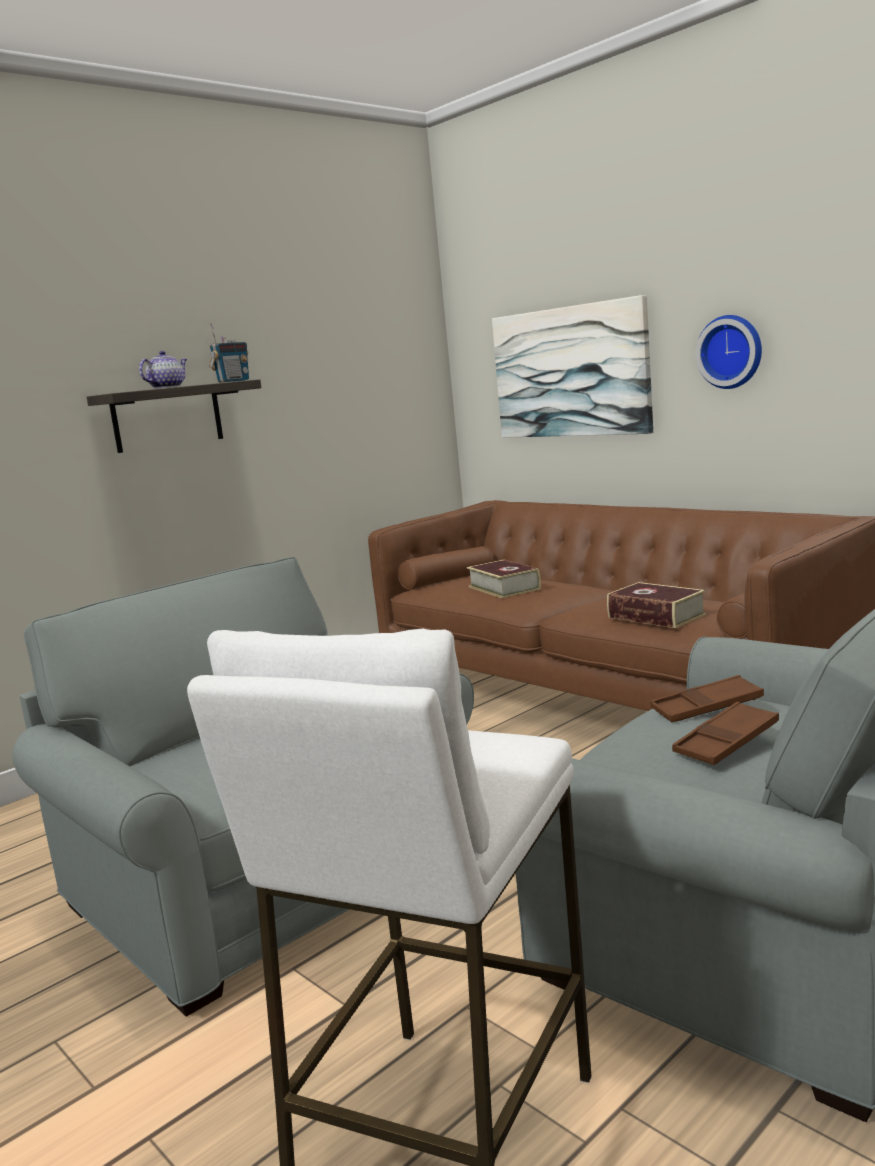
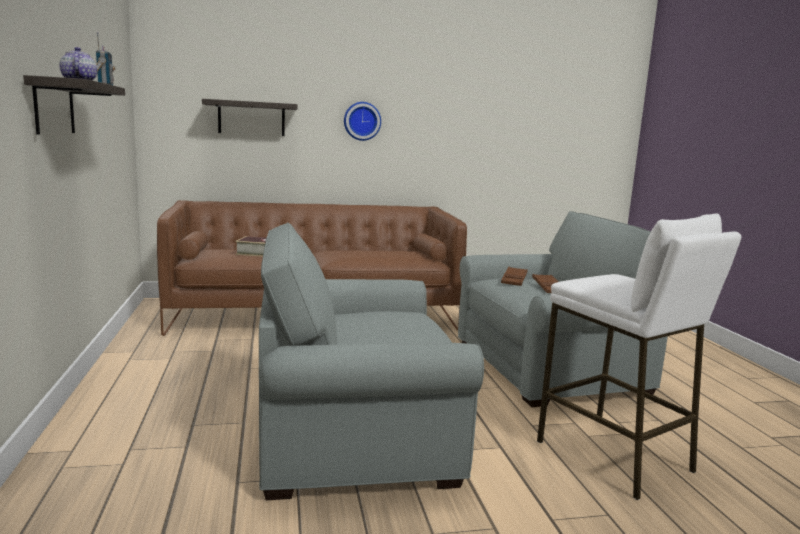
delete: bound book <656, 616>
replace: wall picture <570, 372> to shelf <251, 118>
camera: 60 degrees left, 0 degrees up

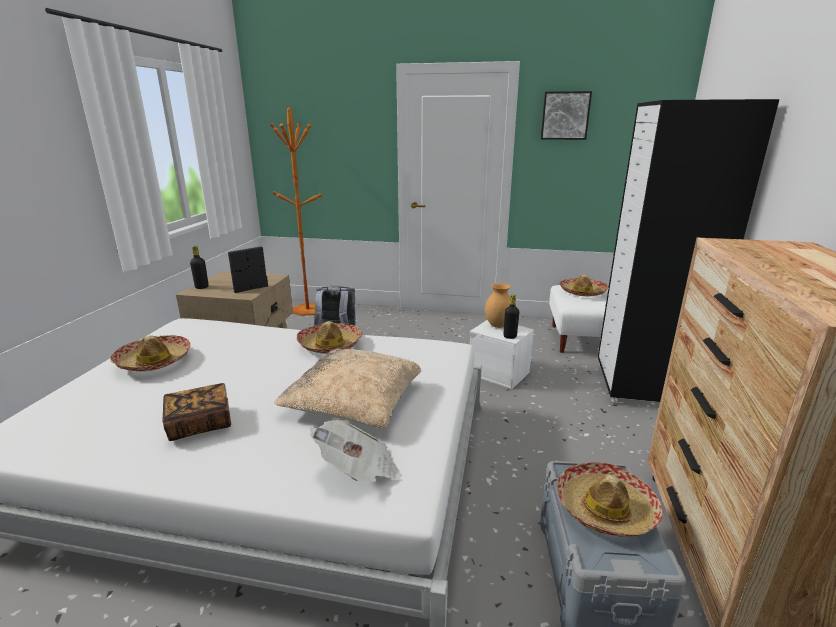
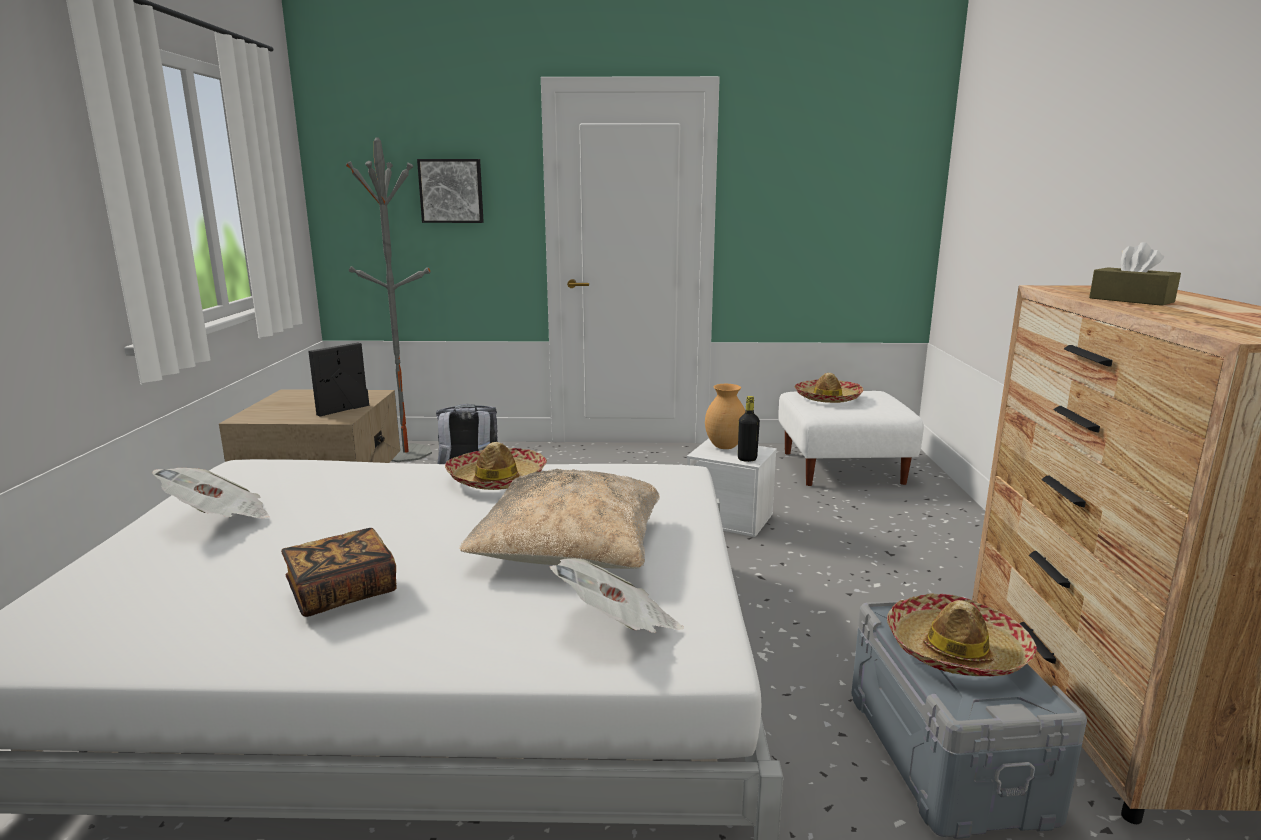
delete: black beverage bottle <202, 287>; armoire <643, 386>
insert: brown tissue holder <1131, 300>
move: wall picture <565, 115> to <451, 191>
replace: wearable hat <153, 361> to daily paper <219, 517>
recolor: orange garment stand <307, 309> to greyish garment stand <406, 453>
camera: 10 degrees left, 5 degrees down

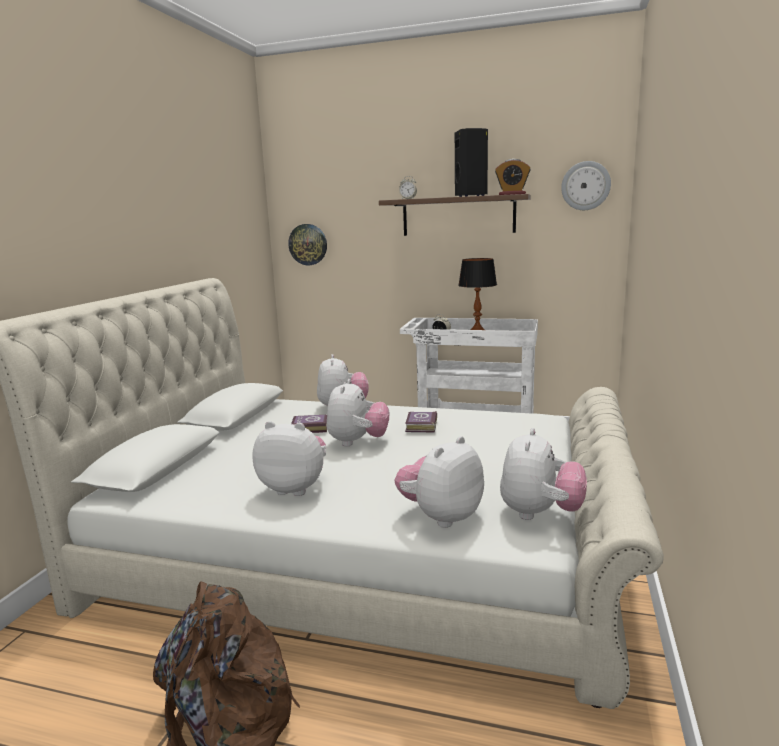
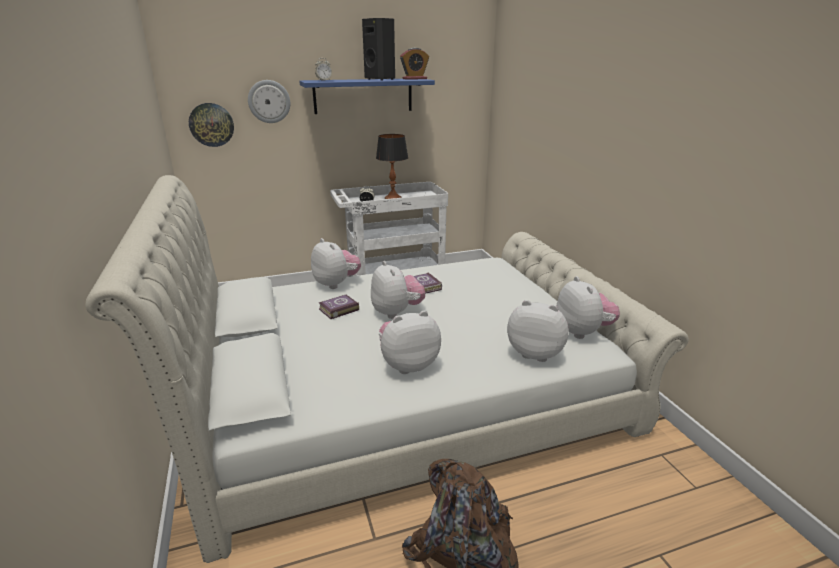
move: clock on the wall <585, 186> to <269, 101>
recolor: brown shelf <458, 216> to blue shelf <363, 96>
rotate: plush toy <441, 516> = <535, 353> 105 degrees clockwise
camera: 35 degrees left, 10 degrees up

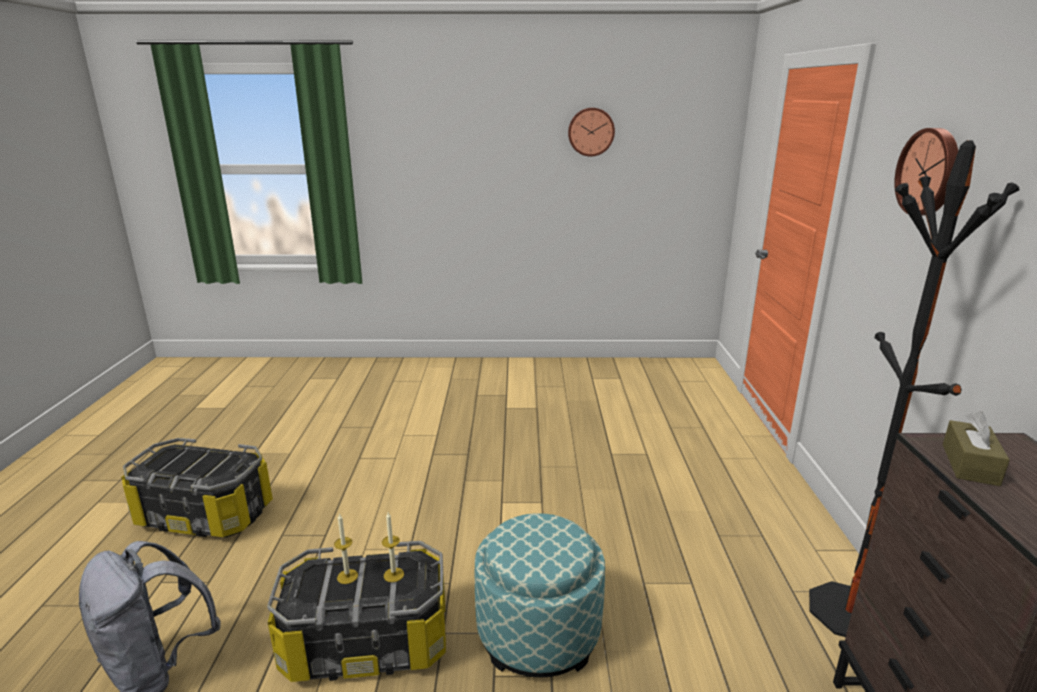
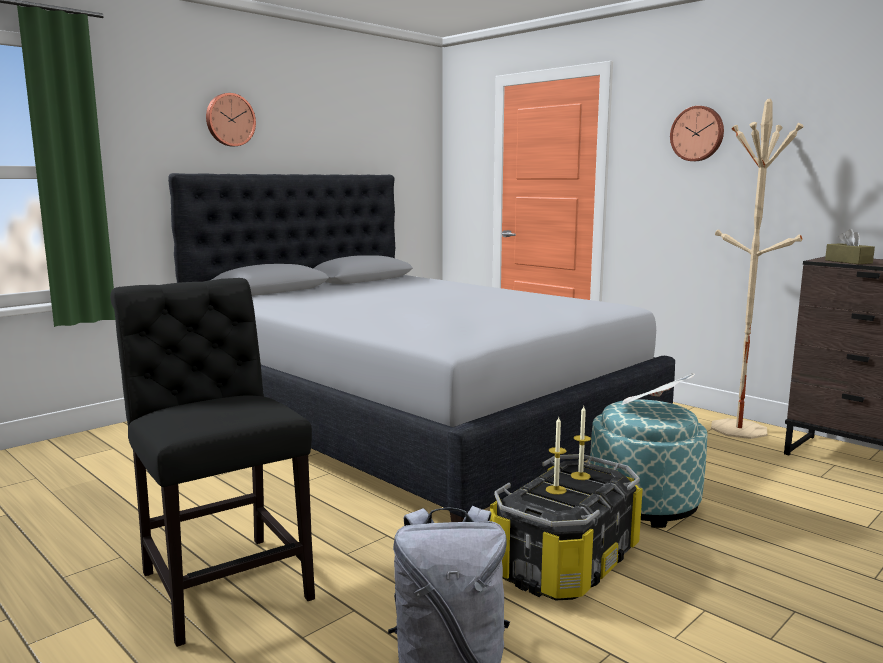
insert: greyish bed <412, 422>; daily paper <653, 409>
move: clock on the wall <591, 132> to <229, 120>
replace: storage container <206, 514> to black upright chair <222, 581>
recolor: black garment stand <849, 612> to beige-coloured garment stand <739, 429>
camera: 45 degrees left, 10 degrees down

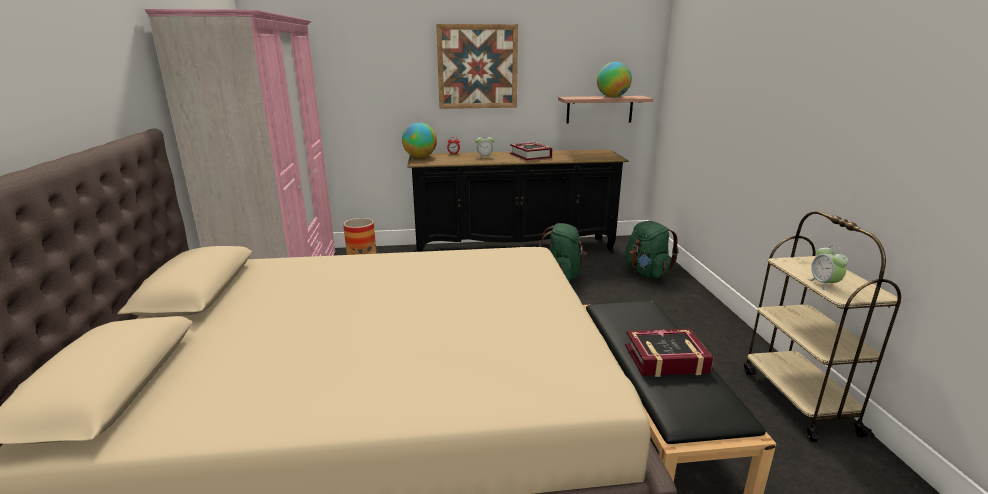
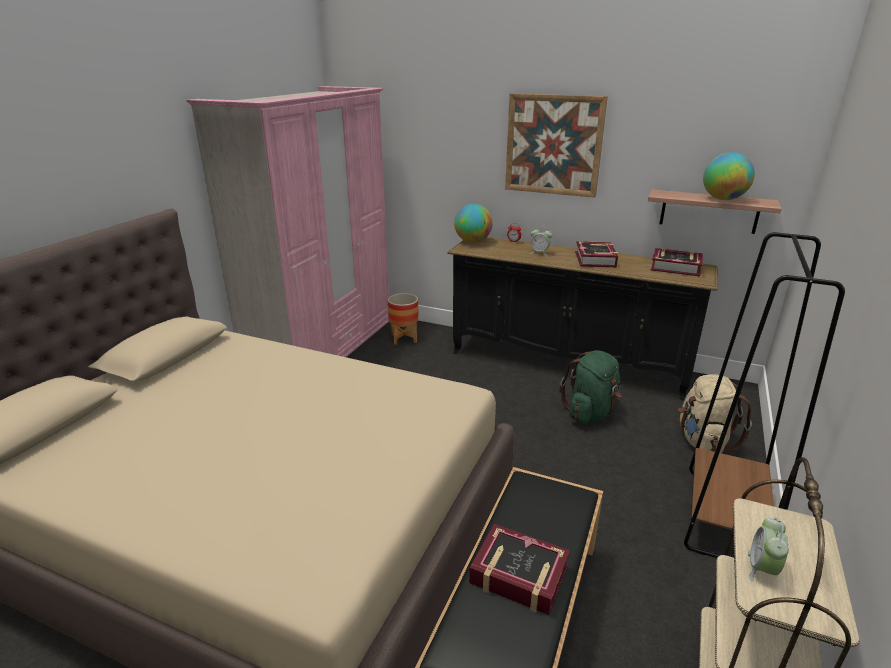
insert: bound book <675, 267>; garment stand <724, 518>
recolor: green knapsack <646, 273> to beige-coloured knapsack <703, 441>
camera: 30 degrees right, 5 degrees up

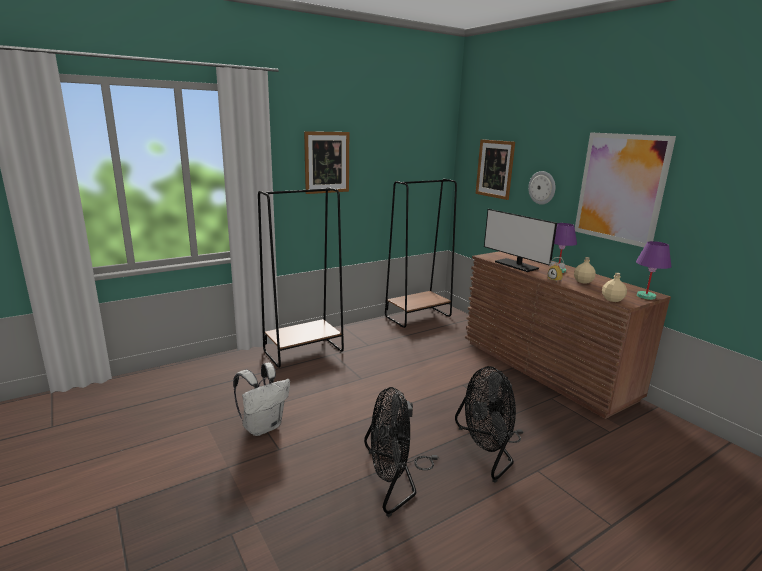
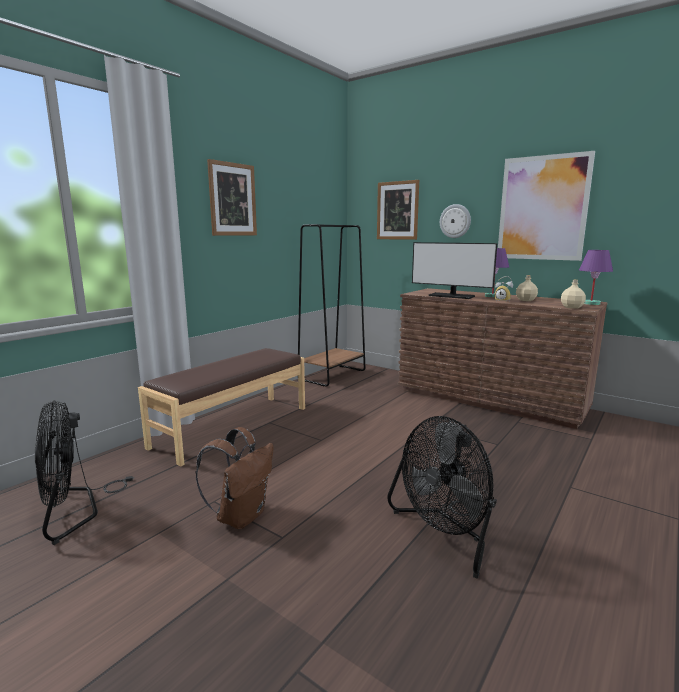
move: black electric fan <490, 449> to <76, 506>
replace: garment stand <303, 352> to brown indoor bench <232, 426>
recolor: white knapsack <263, 426> to brown knapsack <241, 516>
camera: 20 degrees left, 5 degrees down

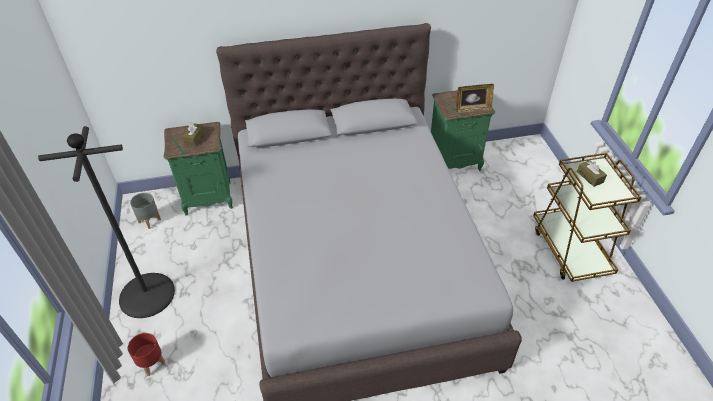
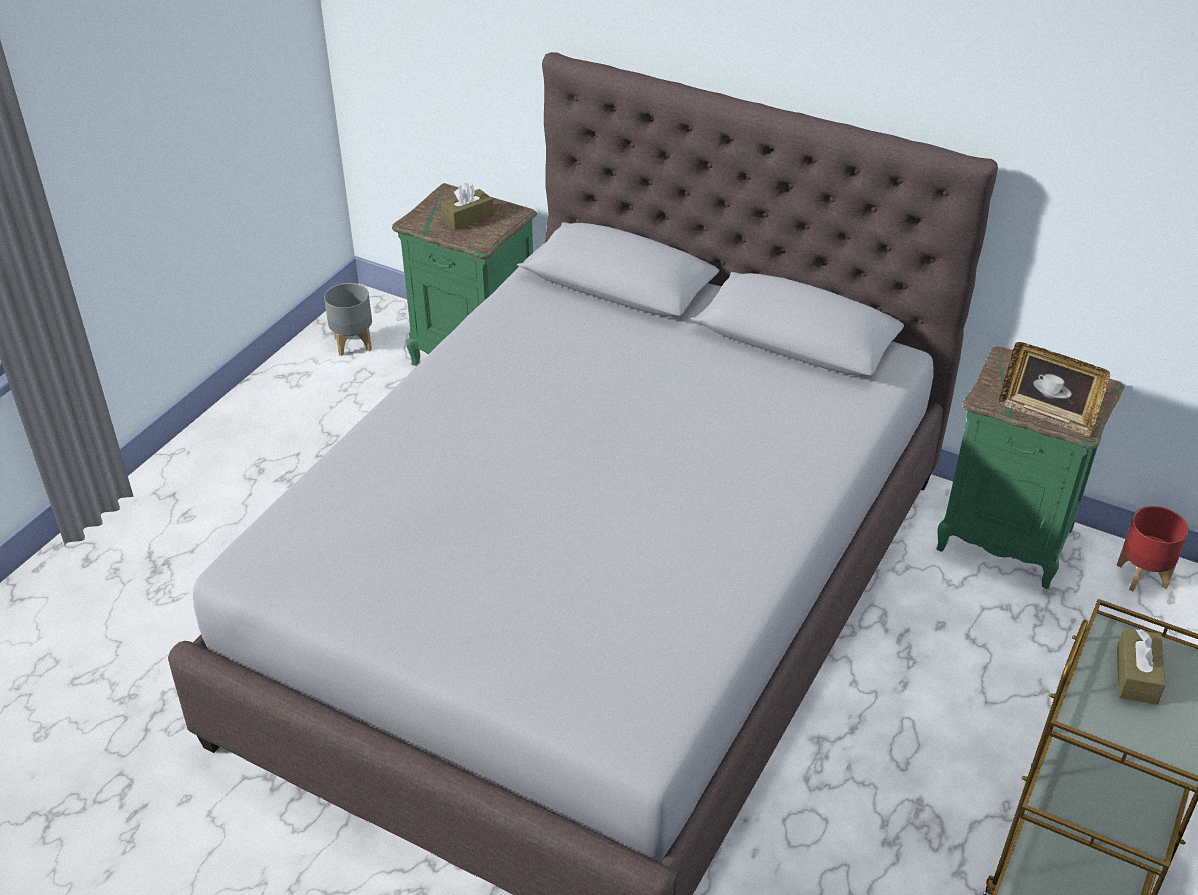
delete: black garment stand <147, 295>
move: red-coloured planter <152, 363> to <1142, 576>
camera: 40 degrees right, 5 degrees down

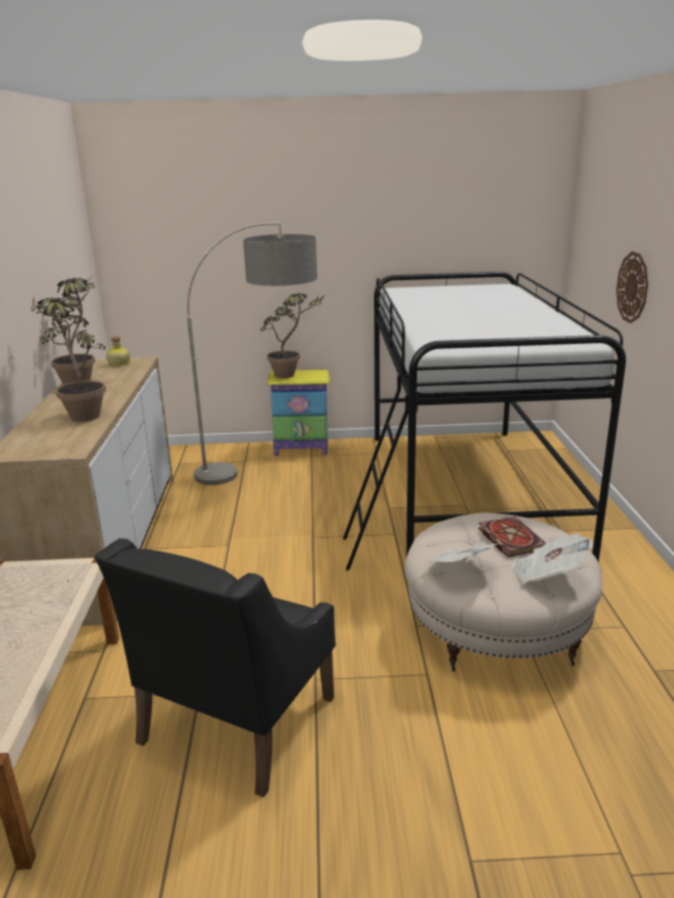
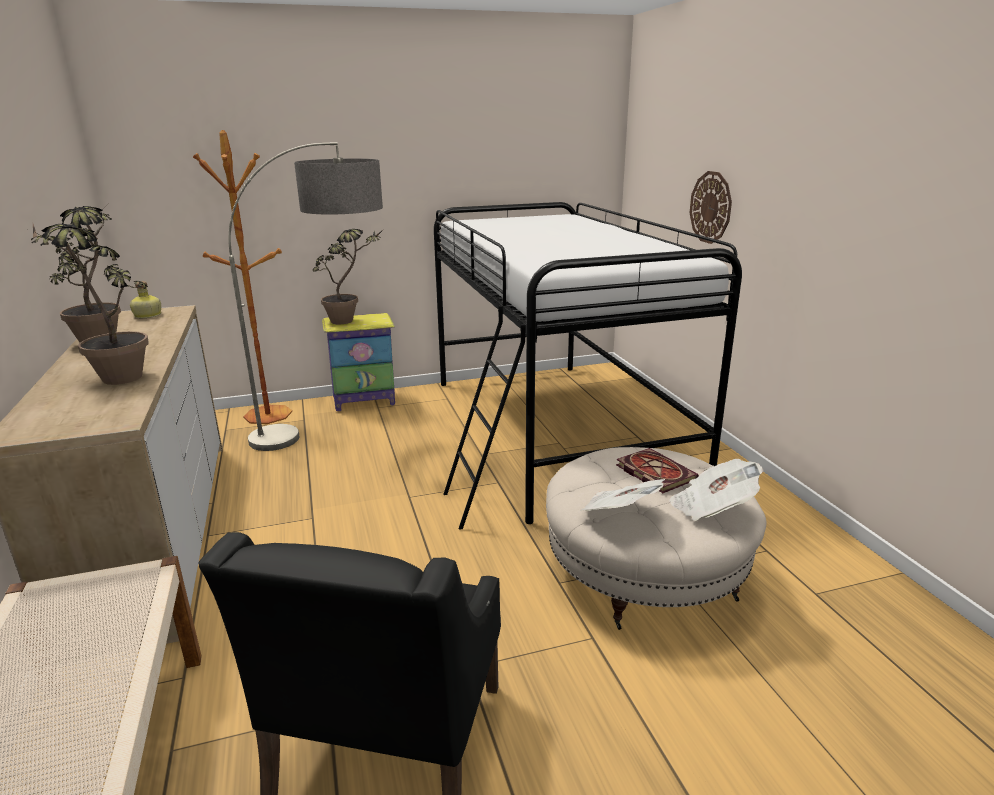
insert: orange garment stand <268, 414>
camera: 15 degrees left, 0 degrees up

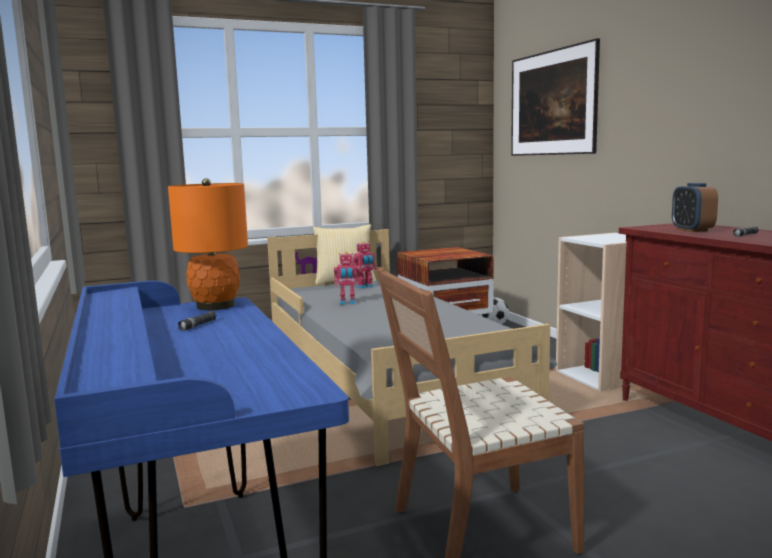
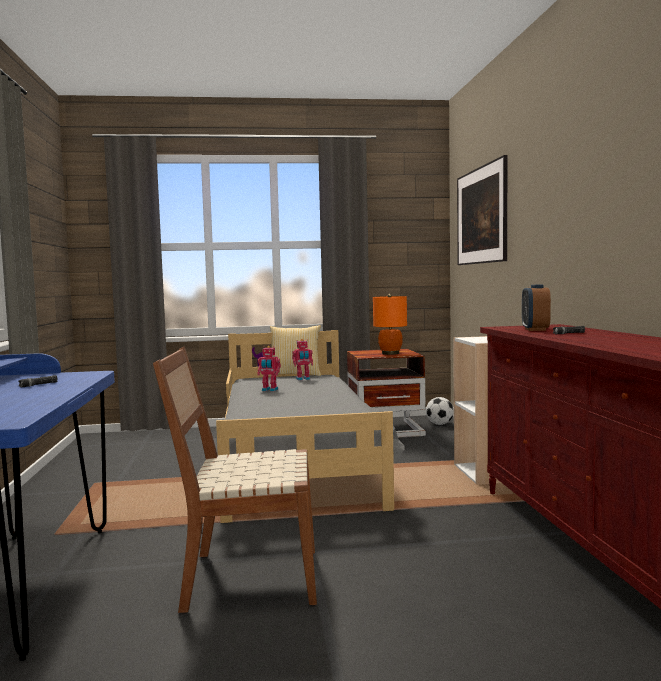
move: orange lamp for a table <215, 306> to <390, 353>
camera: 15 degrees right, 5 degrees down

